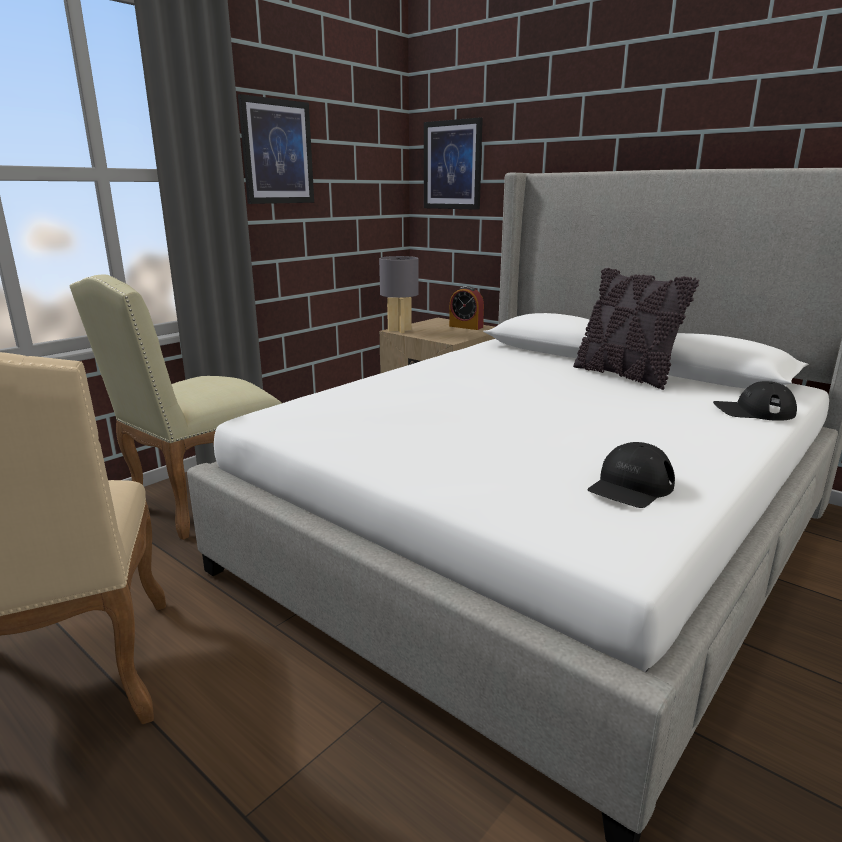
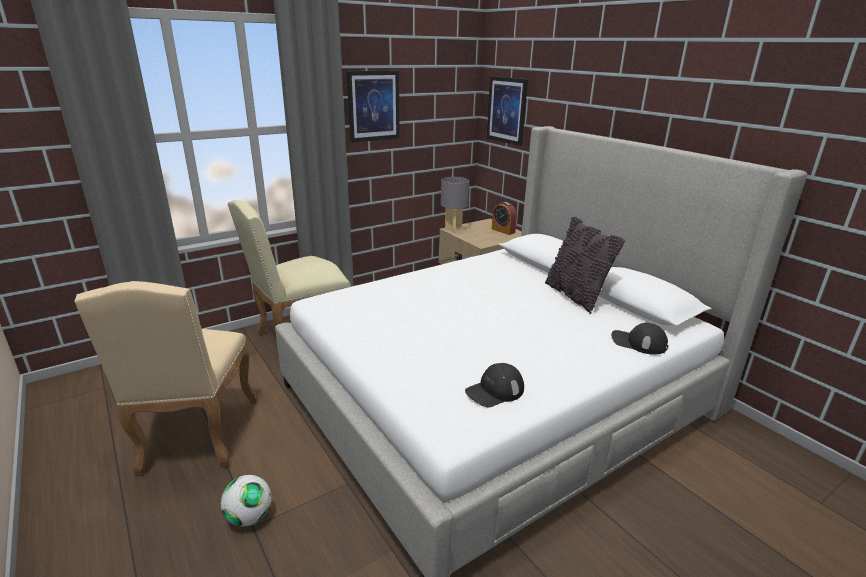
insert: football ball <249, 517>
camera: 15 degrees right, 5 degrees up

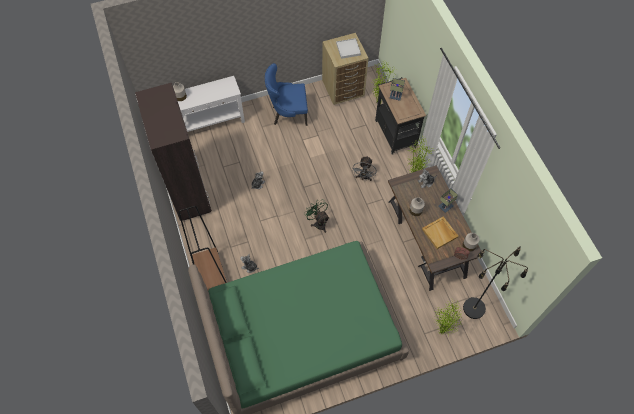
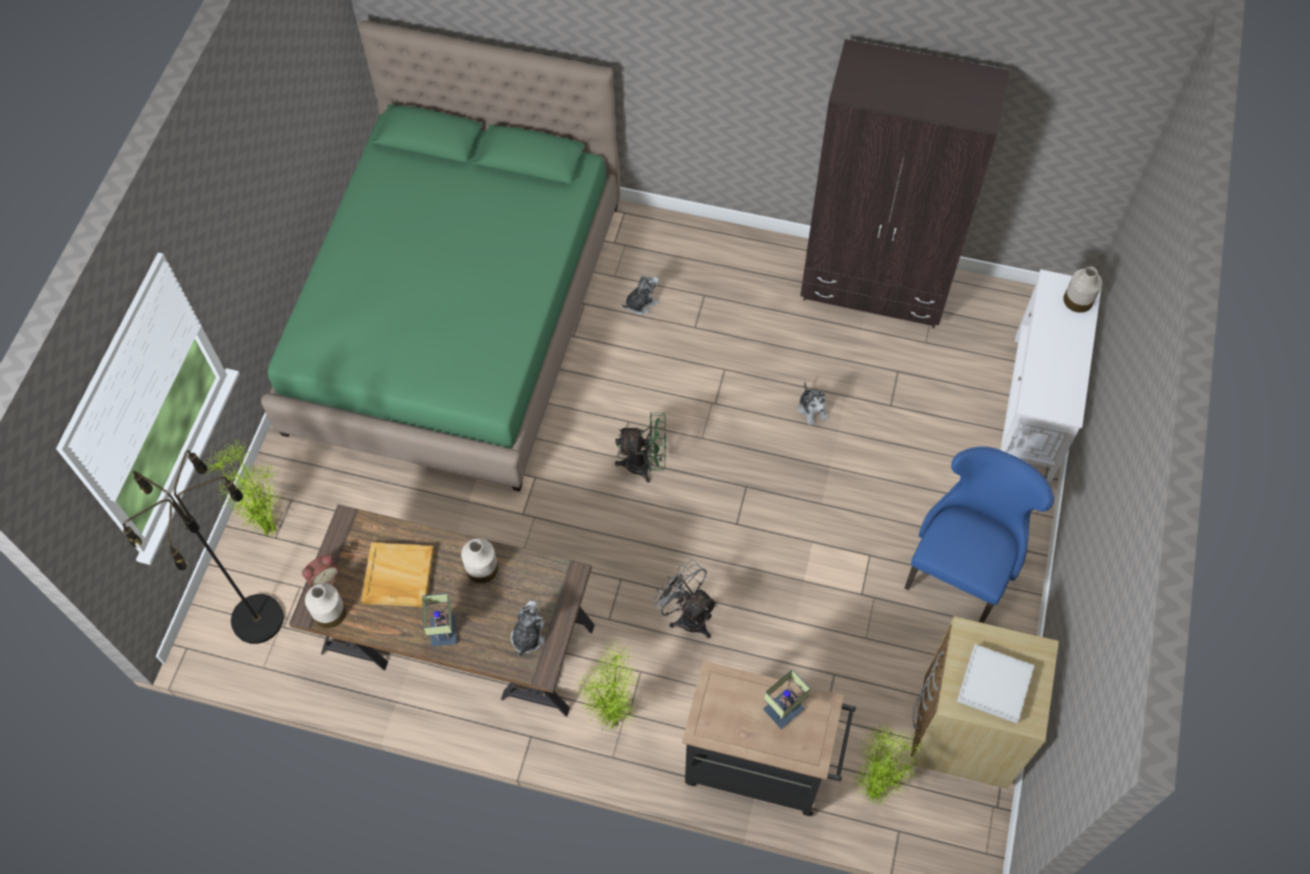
delete: garment stand <210, 274>
camera: 125 degrees right, 0 degrees up

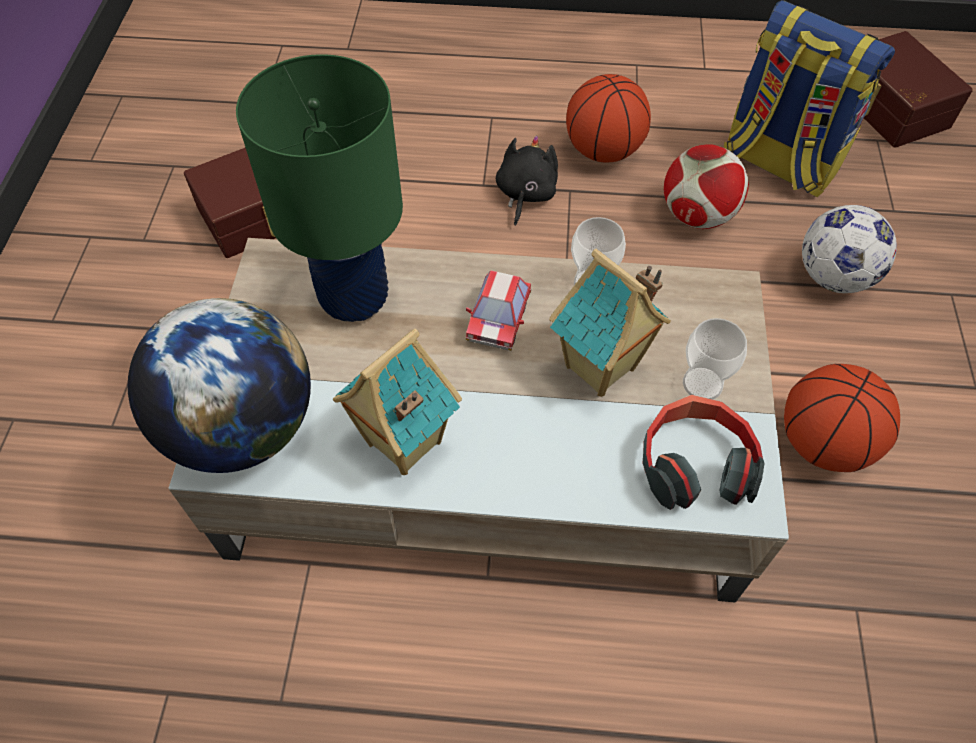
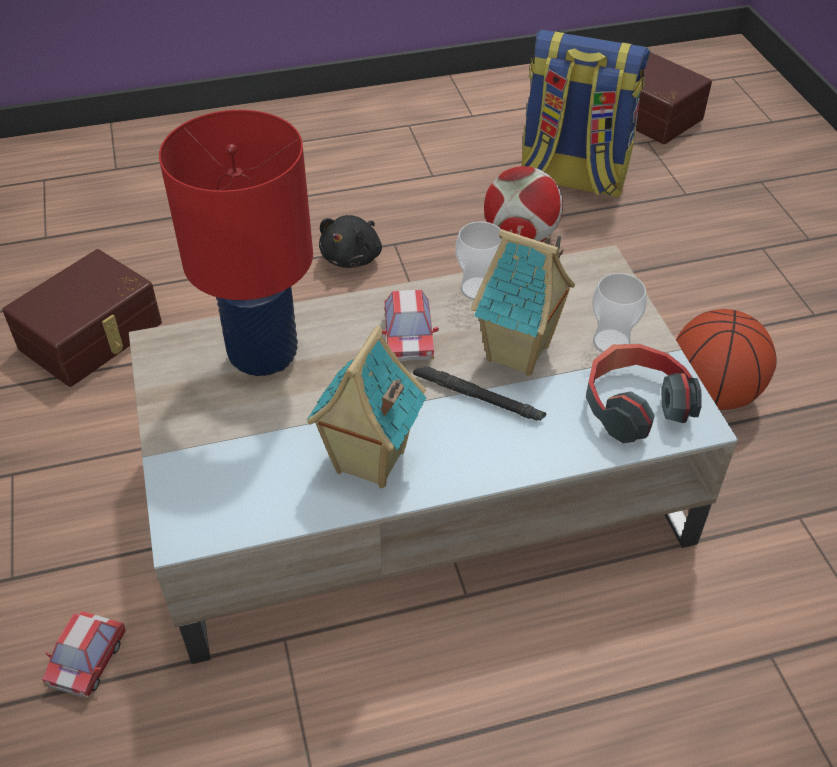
delete: desk globe <242, 428>; basketball <603, 151>; football ball <833, 277>
insert: miniature car <88, 661>; black flashlight <478, 397>
recolor: green lamp for a table <353, 300> to red-coloured lamp for a table <263, 358>
rotate: black plush toy <525, 194> = <353, 257> 150 degrees counterclockwise
camera: 20 degrees left, 10 degrees down

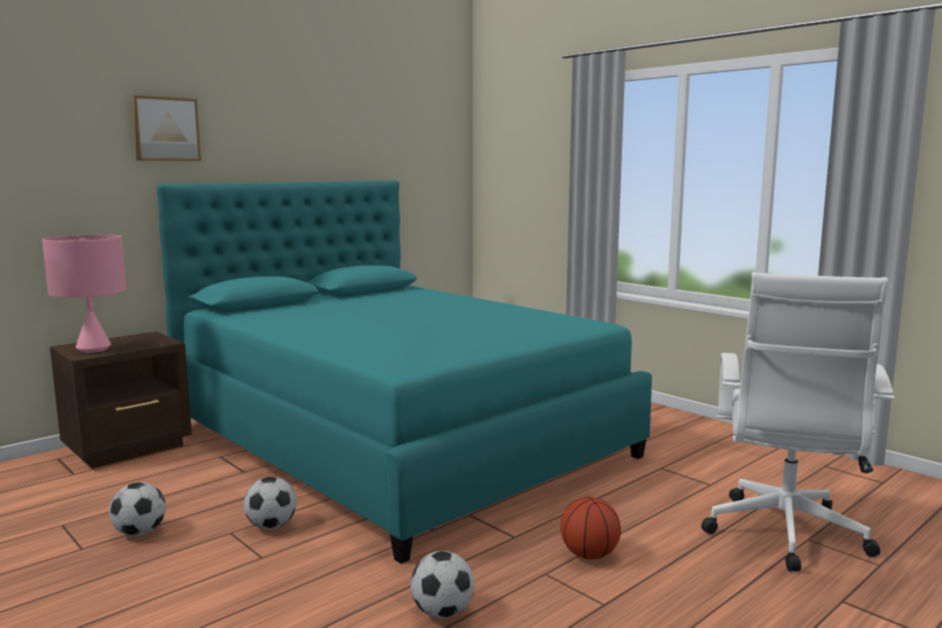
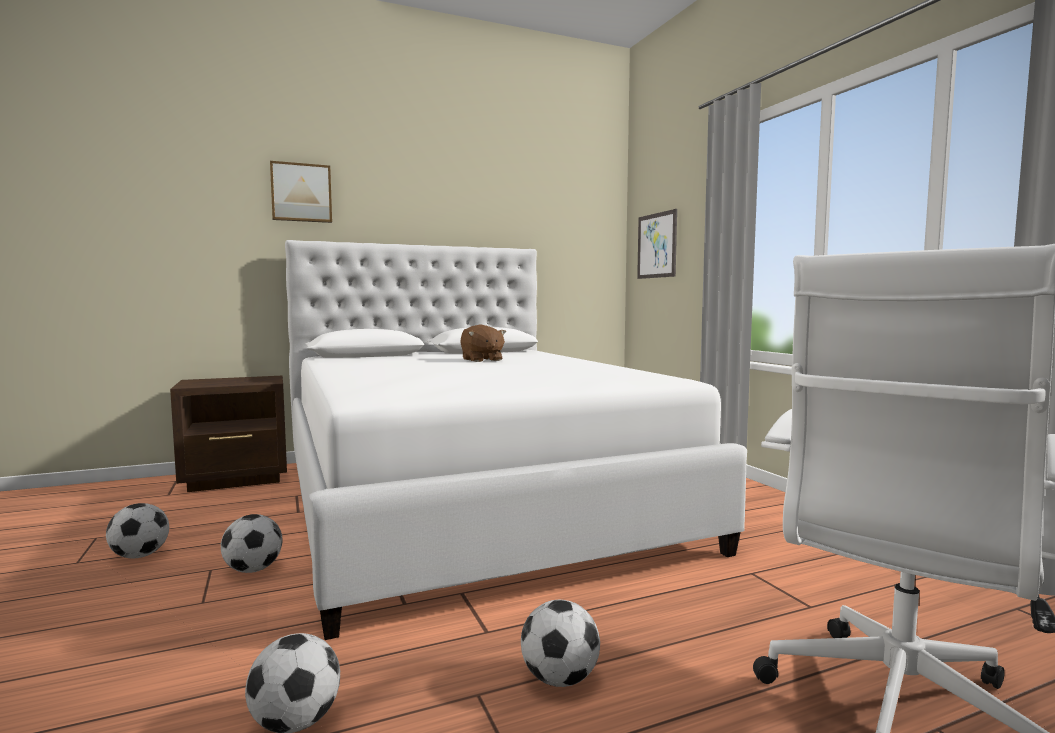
delete: pinkish lamp for a table <93, 350>
insert: brown plush toy <481, 360>; wall picture <657, 245>
replace: basketball <589, 555> to football ball <560, 679>
recolor: turquoise-coloured bed <397, 439> to white bed <470, 500>
camera: 20 degrees right, 5 degrees down

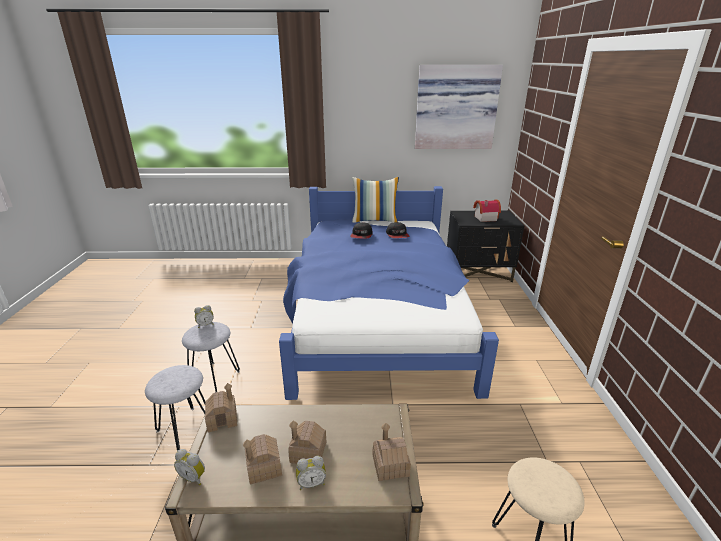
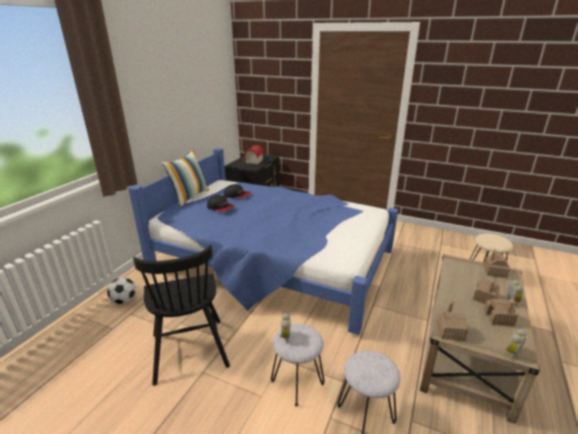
delete: wall picture <455, 107>
insert: football ball <124, 301>; black upright chair <189, 346>
camera: 65 degrees left, 0 degrees up

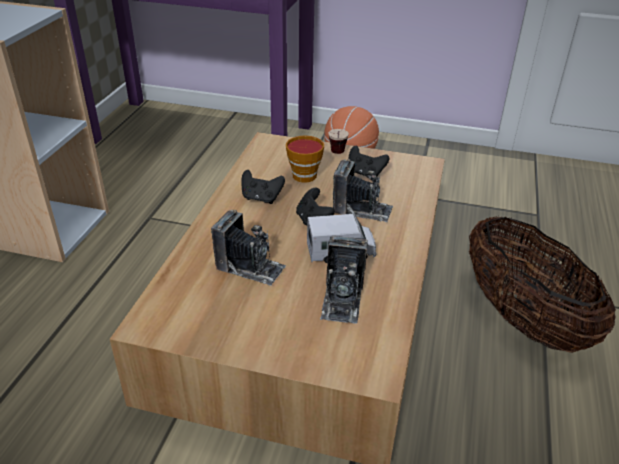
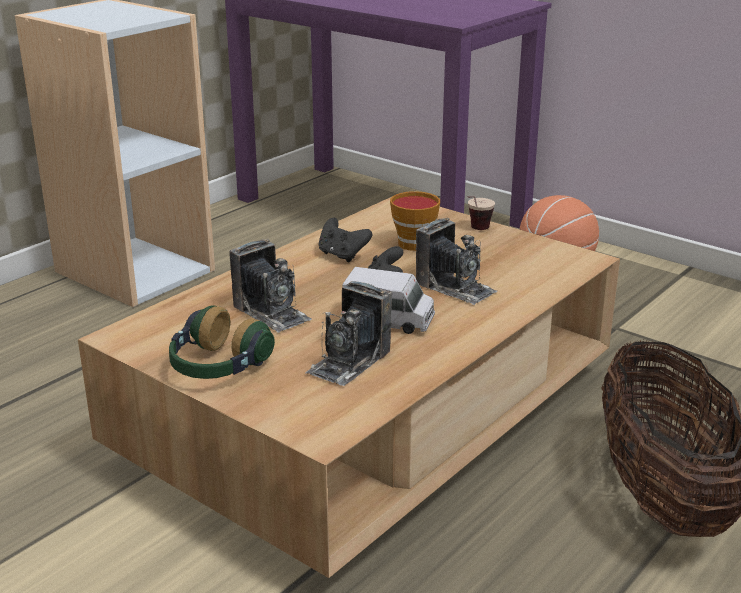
delete: black joypad <365, 174>
insert: pair of headphones <217, 367>
camera: 25 degrees right, 10 degrees down

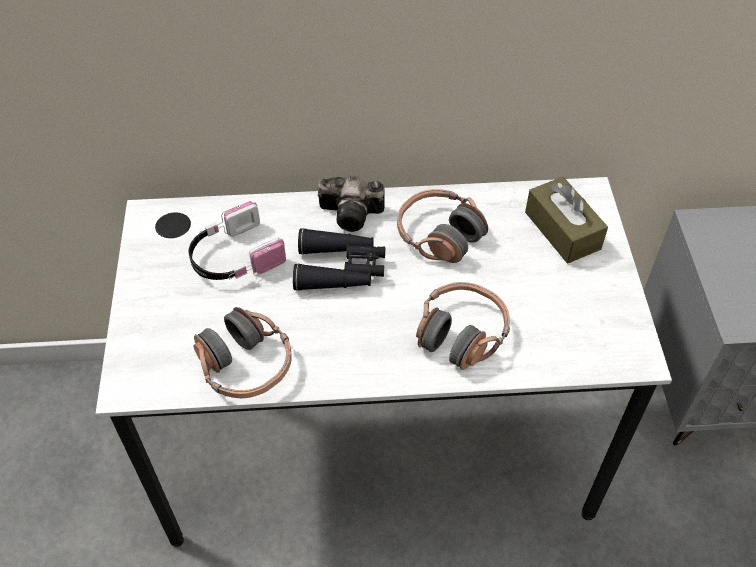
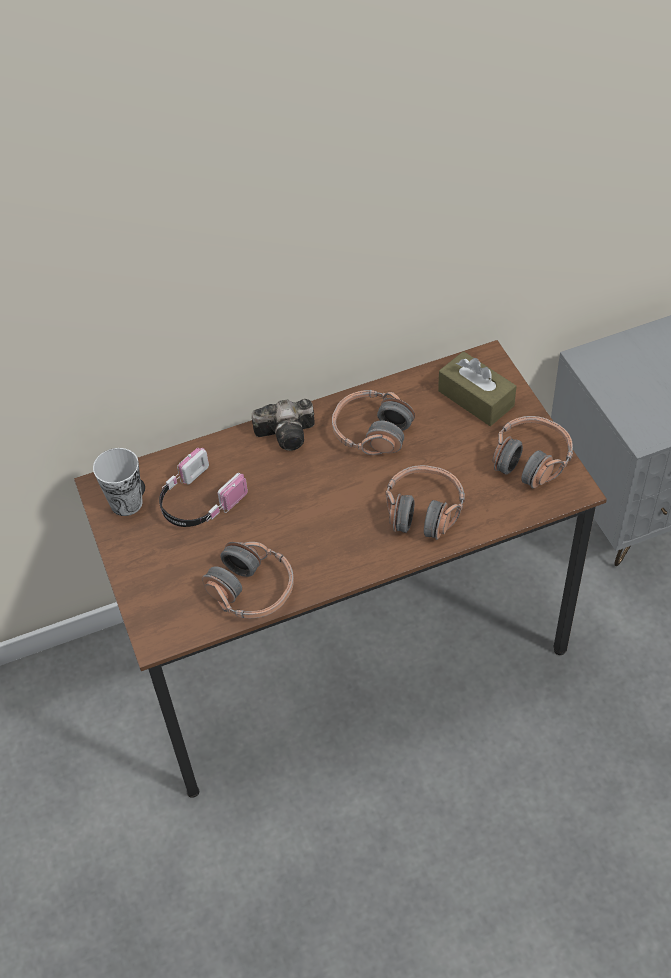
delete: black binoculars <341, 269>
insert: drinking cup <126, 503>; pair of headphones <530, 460>
recolor: white desk unit <378, 439> to brown desk unit <346, 642>
camera: 15 degrees left, 0 degrees up

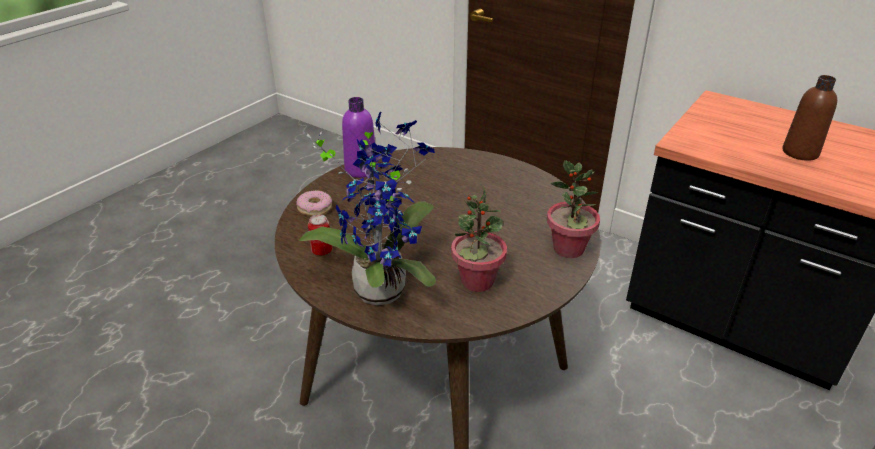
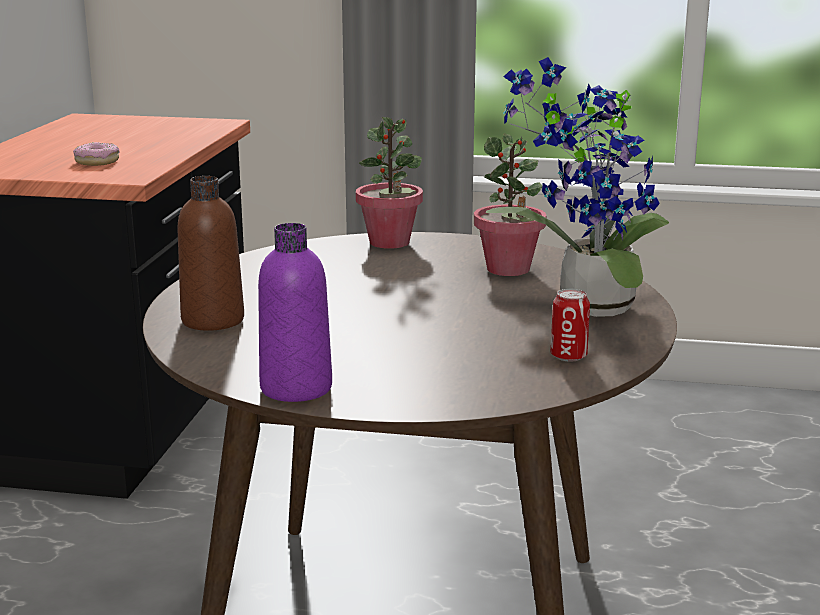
move: ring doughnut <314, 208> to <97, 161>; brown beverage bottle <800, 152> to <213, 320>
camera: 115 degrees left, 15 degrees down

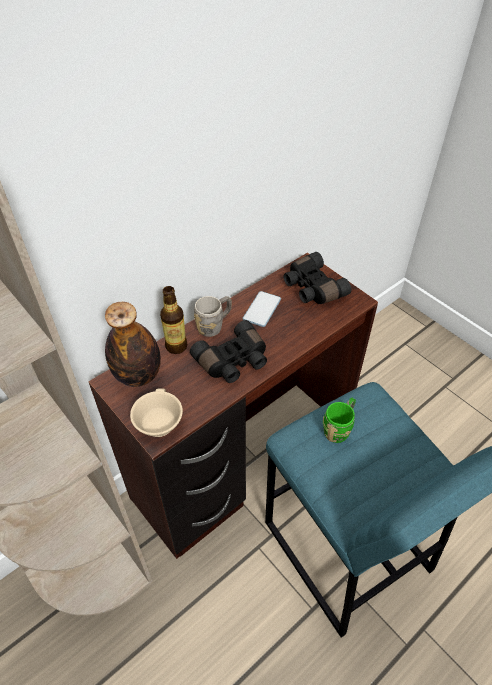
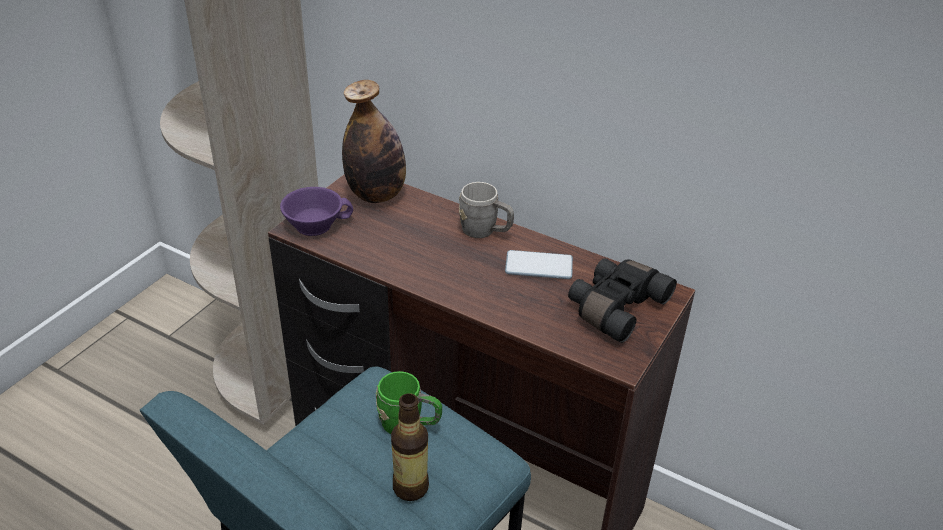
delete: black binoculars <233, 362>
move: beverage bottle <176, 346> to <410, 487>
recolor: beige-coloured drinking cup <157, 422> to purple drinking cup <315, 223>
camera: 70 degrees right, 10 degrees down

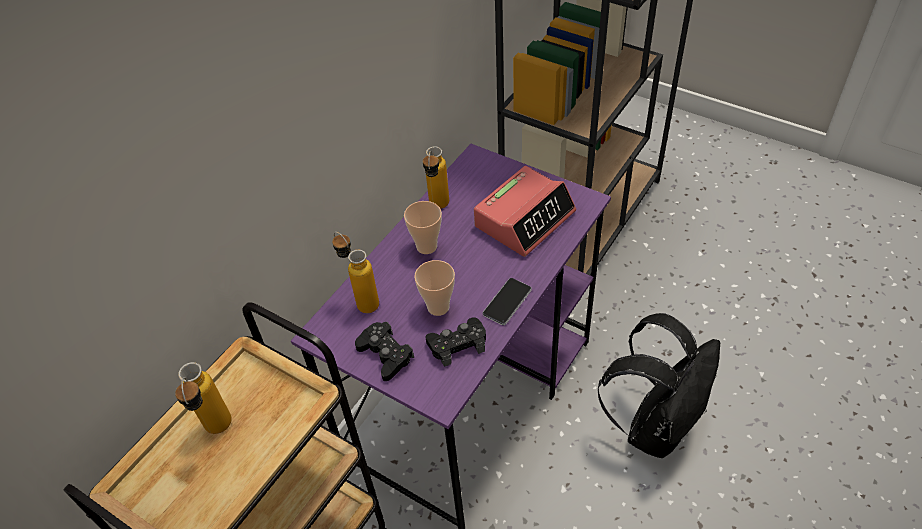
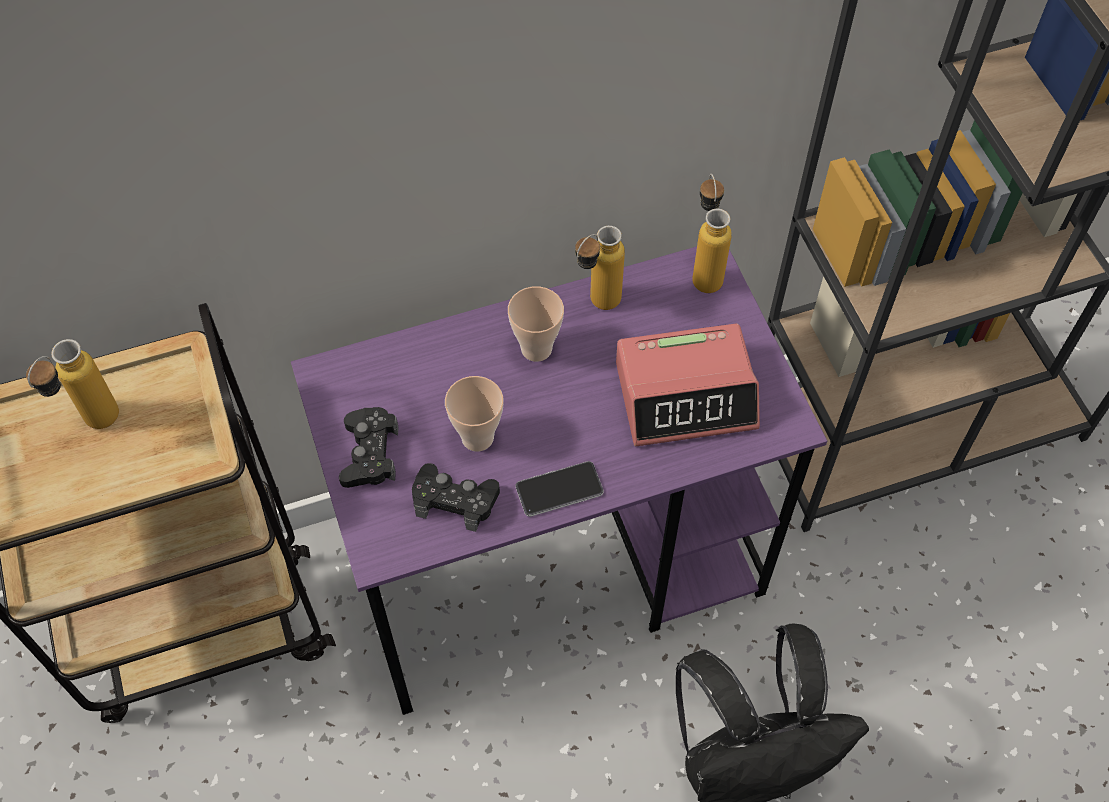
move: beverage bottle <361, 300> to <704, 271>
camera: 35 degrees right, 10 degrees up

